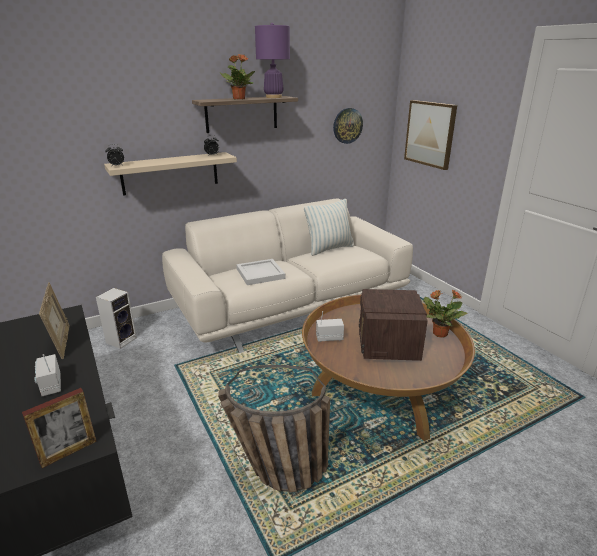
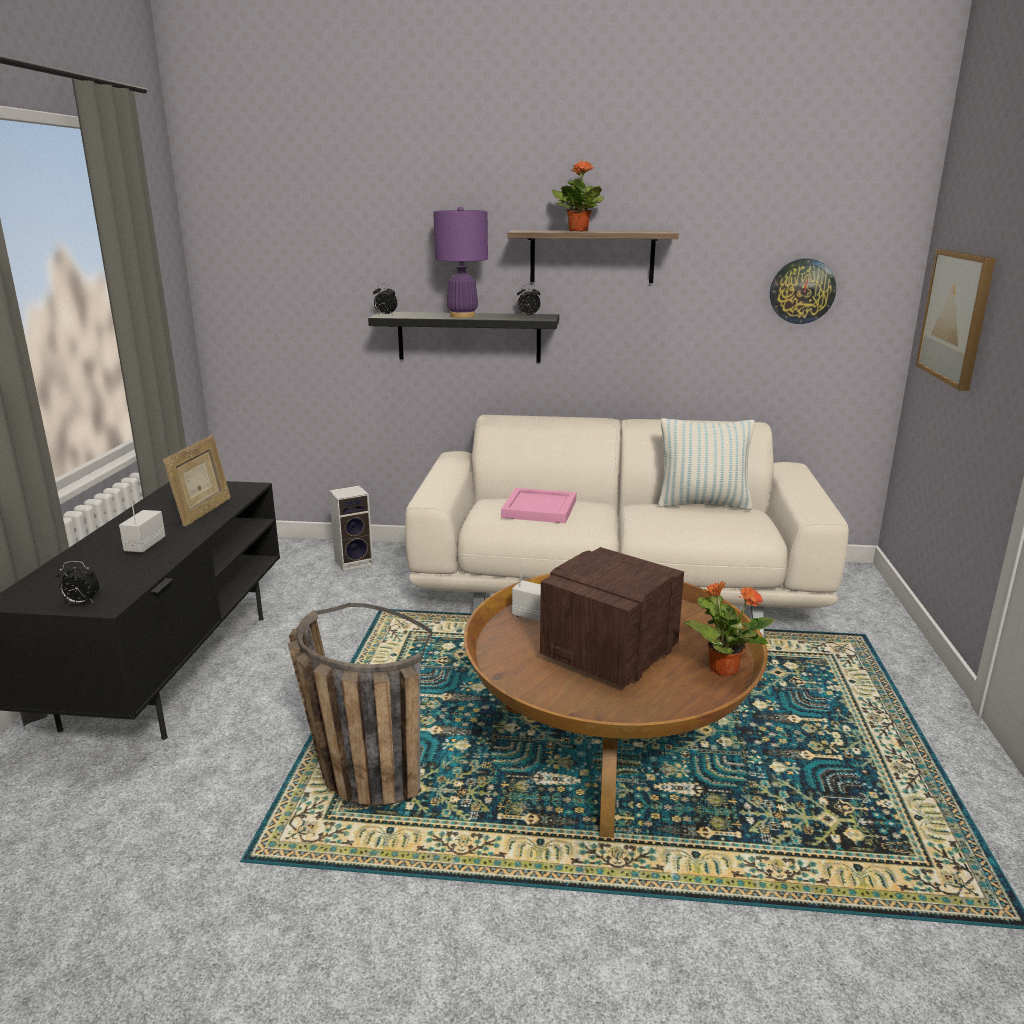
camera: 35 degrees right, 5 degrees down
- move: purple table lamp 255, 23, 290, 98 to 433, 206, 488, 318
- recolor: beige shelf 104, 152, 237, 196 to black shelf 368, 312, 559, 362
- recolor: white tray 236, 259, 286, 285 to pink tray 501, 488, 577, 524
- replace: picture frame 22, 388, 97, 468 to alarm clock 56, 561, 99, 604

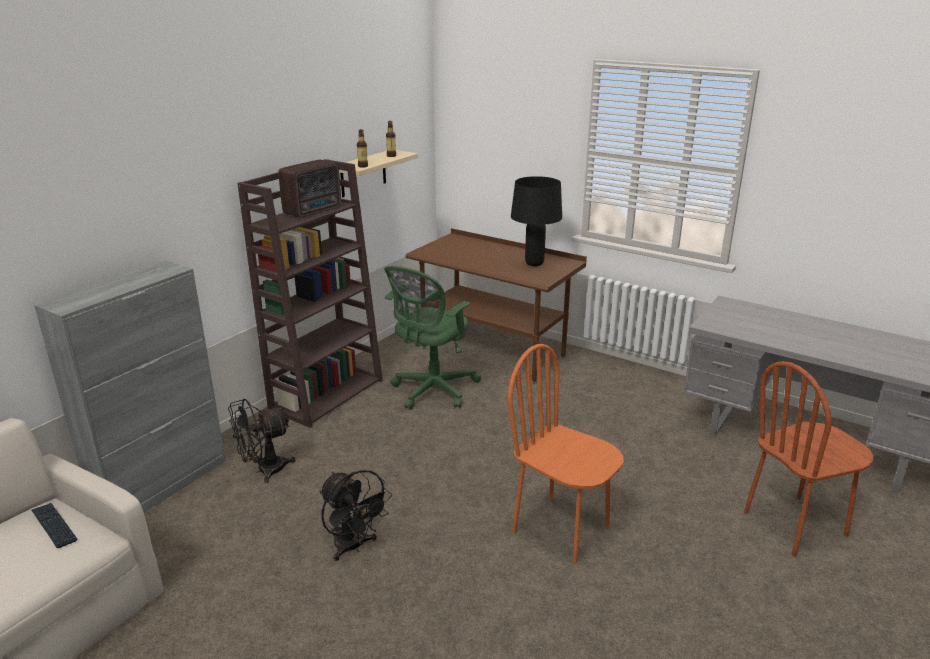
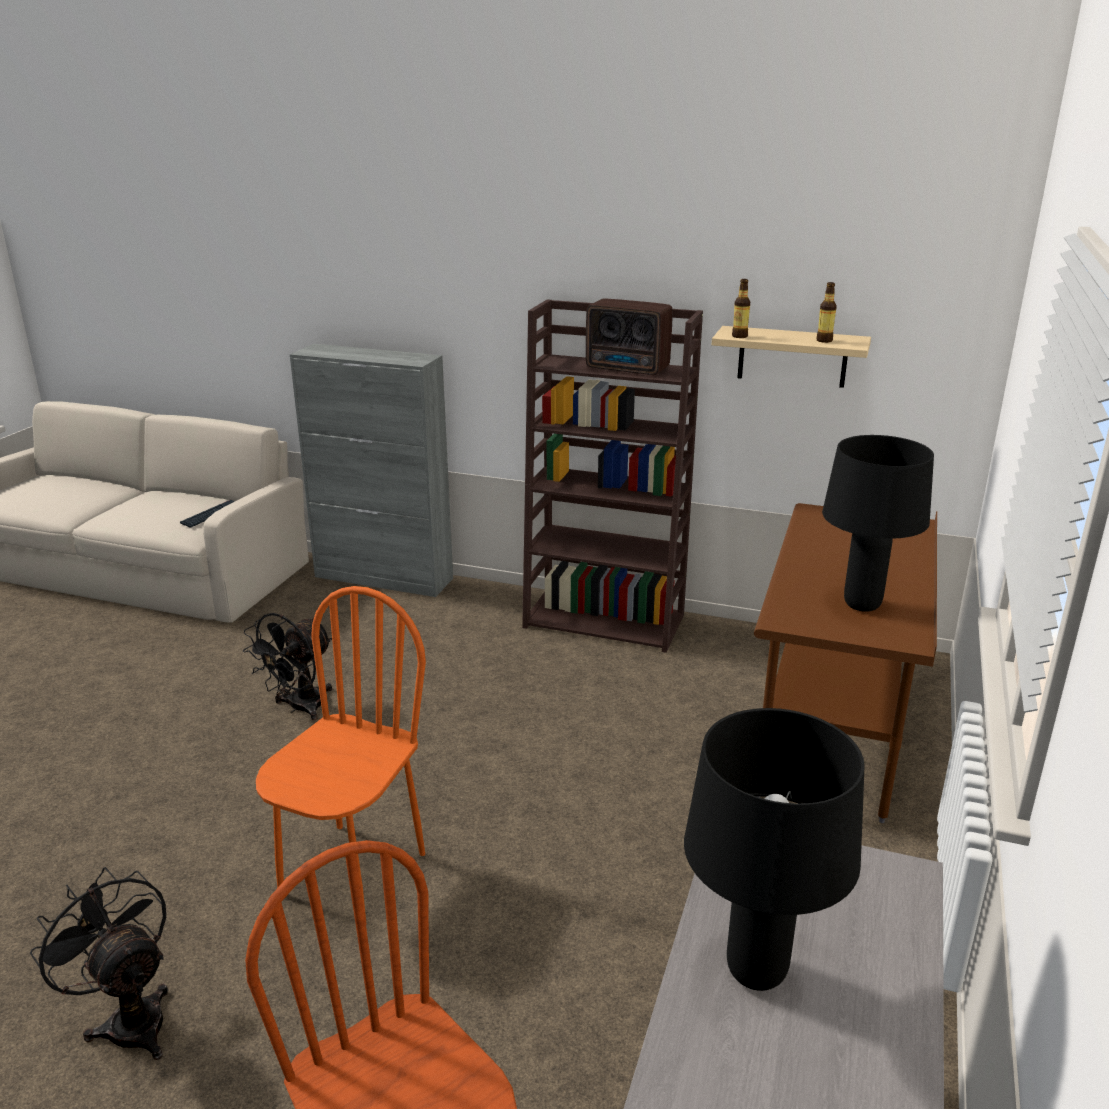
camera: 75 degrees right, 0 degrees up
- delete: green office chair 384, 266, 481, 409
- move: black fan 228, 399, 296, 483 to 30, 867, 168, 1060
- insert: black table lamp 684, 708, 865, 991

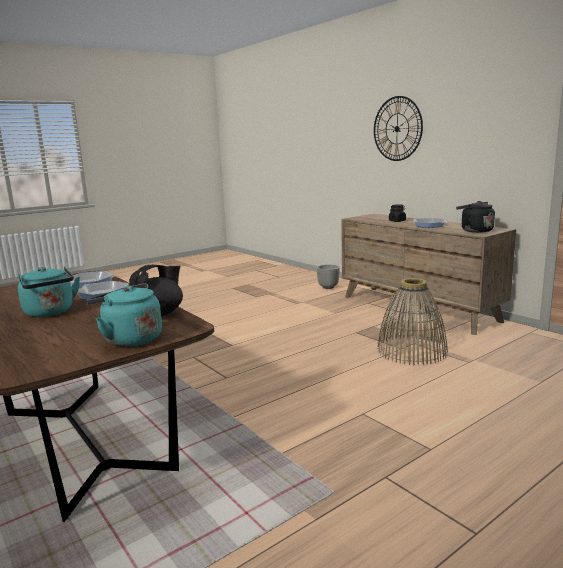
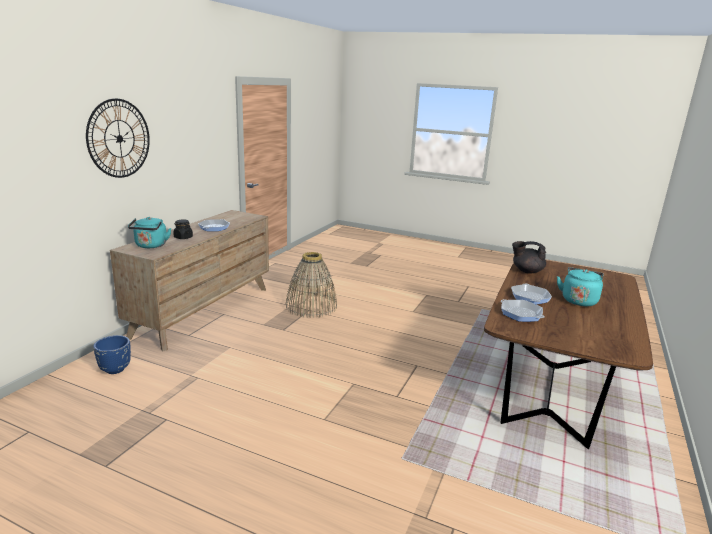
camera: 120 degrees left, 5 degrees up
- delete: black kettle 456, 201, 495, 233
- recolor: grey planter 317, 265, 340, 289 to blue planter 93, 335, 131, 374
- move: turquoise kettle 87, 283, 162, 347 to 128, 217, 172, 248

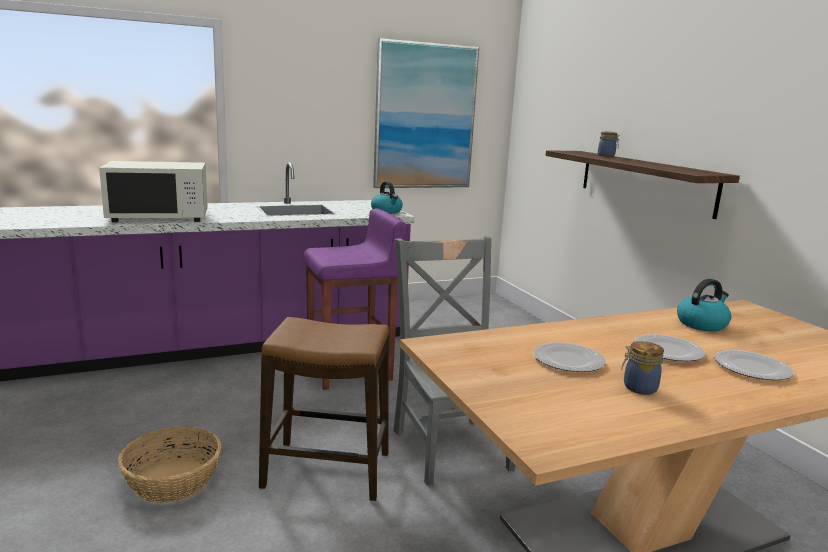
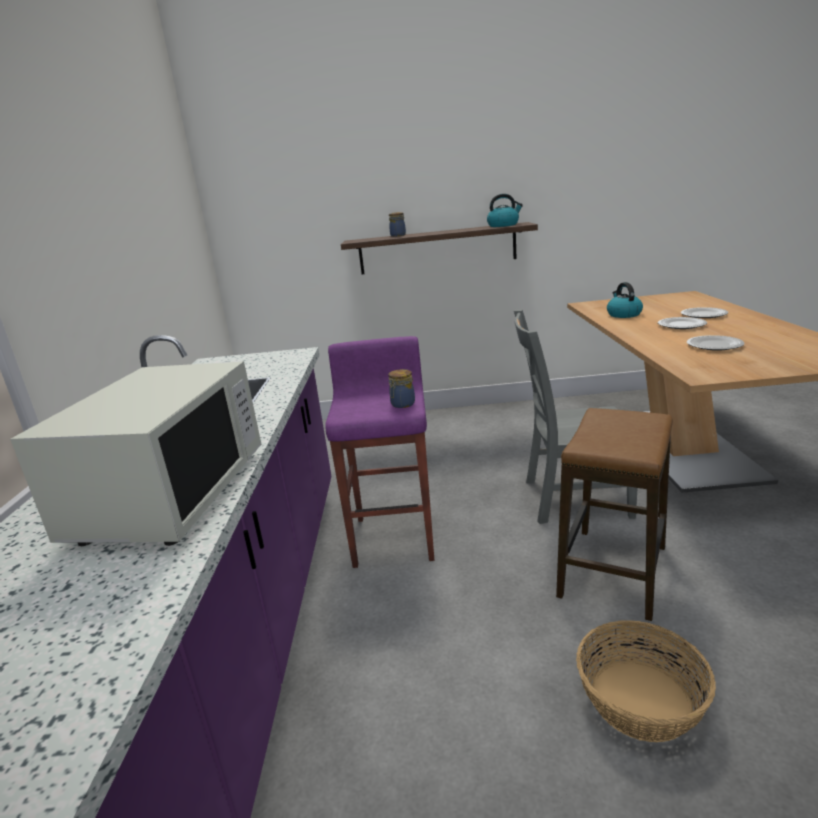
camera: 65 degrees left, 5 degrees up
- delete: picture 373, 38, 479, 188
- move: kettle 371, 181, 403, 214 to 487, 194, 523, 227
- move: jar 621, 341, 664, 395 to 388, 369, 415, 408

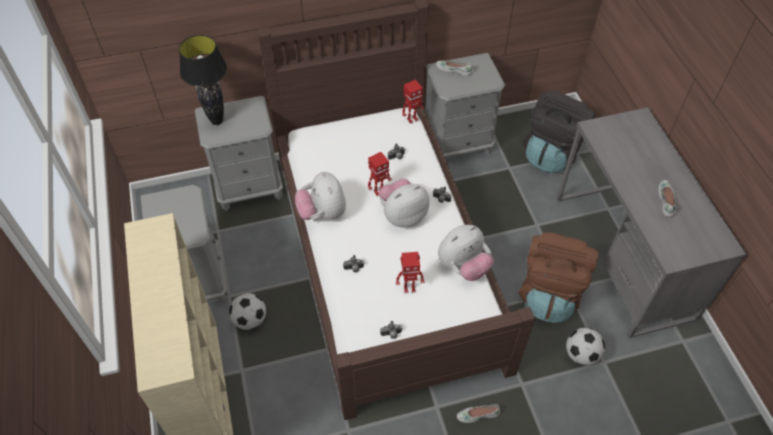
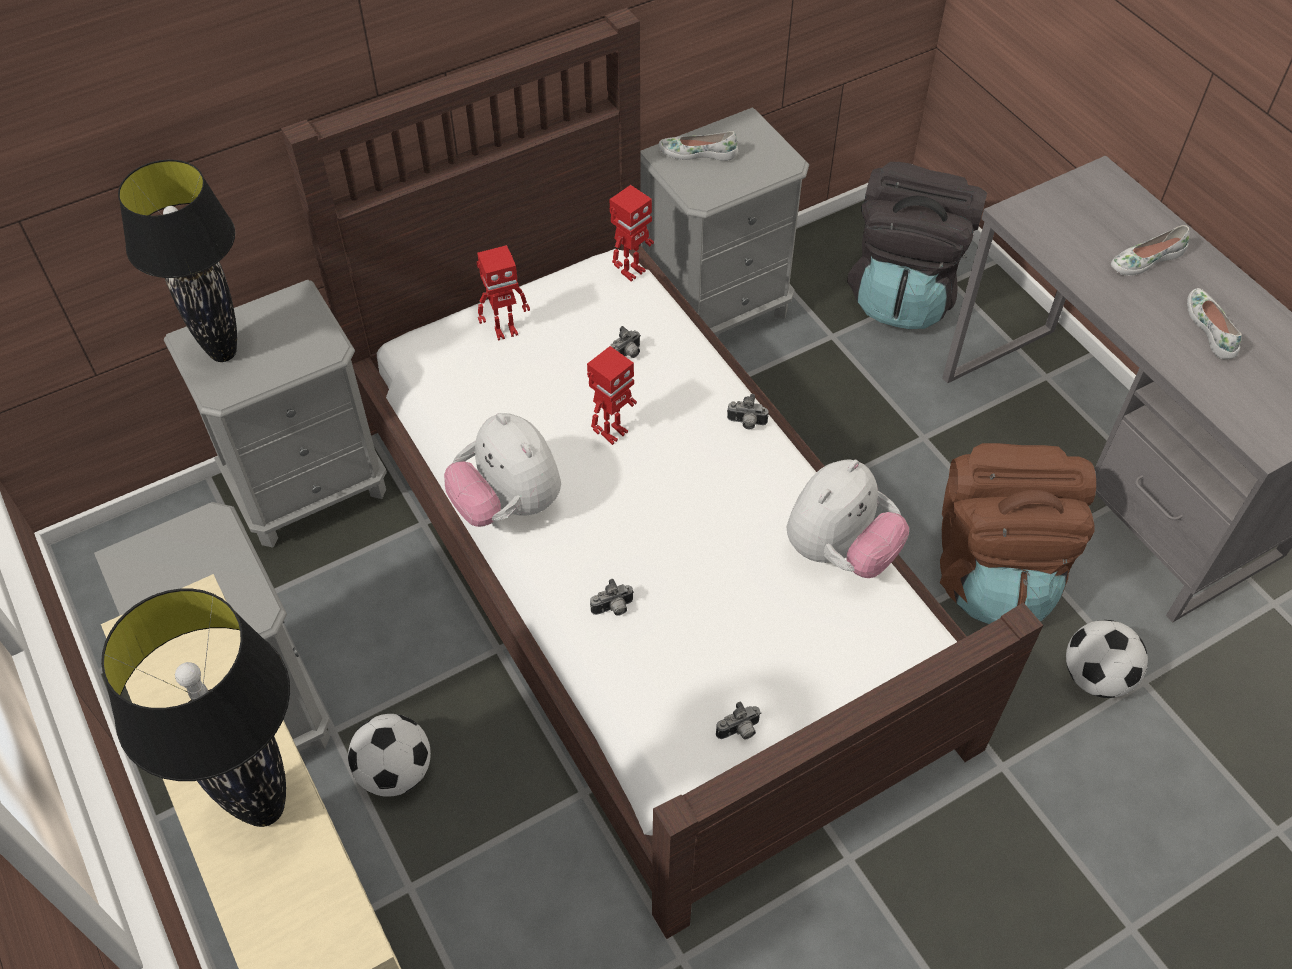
camera: 15 degrees left, 0 degrees up
- delete: plush toy 379, 178, 430, 228
- move: toy robot 396, 252, 424, 293 to 477, 245, 530, 341
- move: white shoe 457, 404, 500, 423 to 1111, 225, 1190, 276
- insert: black table lamp 101, 588, 290, 827

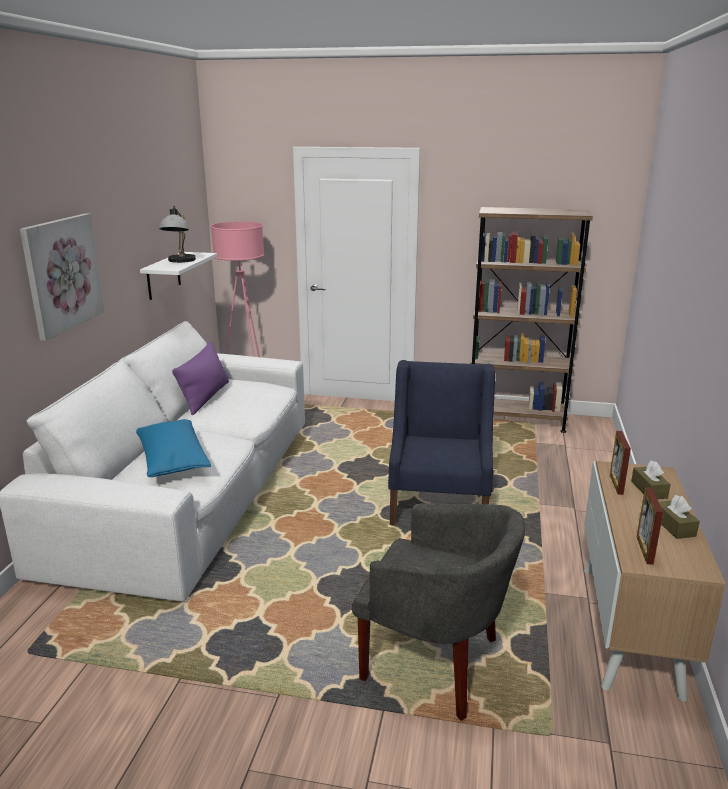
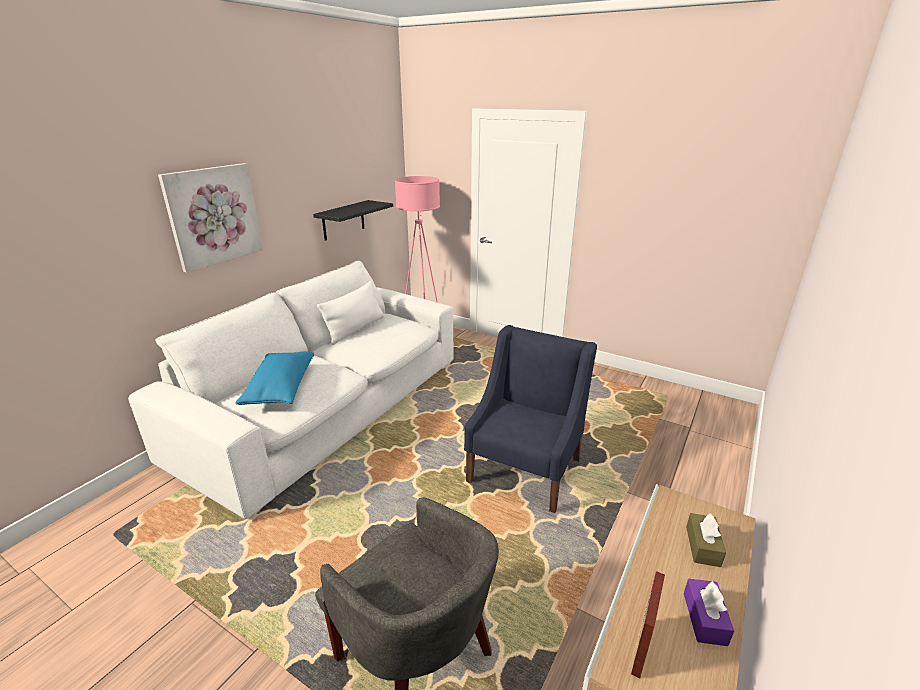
camera: 20 degrees right, 5 degrees up
- delete: table lamp 159, 206, 196, 263
- delete: brown bookcase 470, 207, 593, 433
- recolor: white shelf 140, 252, 217, 300 to black shelf 313, 200, 393, 241
- recolor: purple pillow 172, 341, 229, 415 to white pillow 317, 281, 384, 345
- delete: picture frame 610, 431, 631, 495
- recolor: brown tissue box 659, 495, 700, 539 to purple tissue box 684, 579, 734, 646

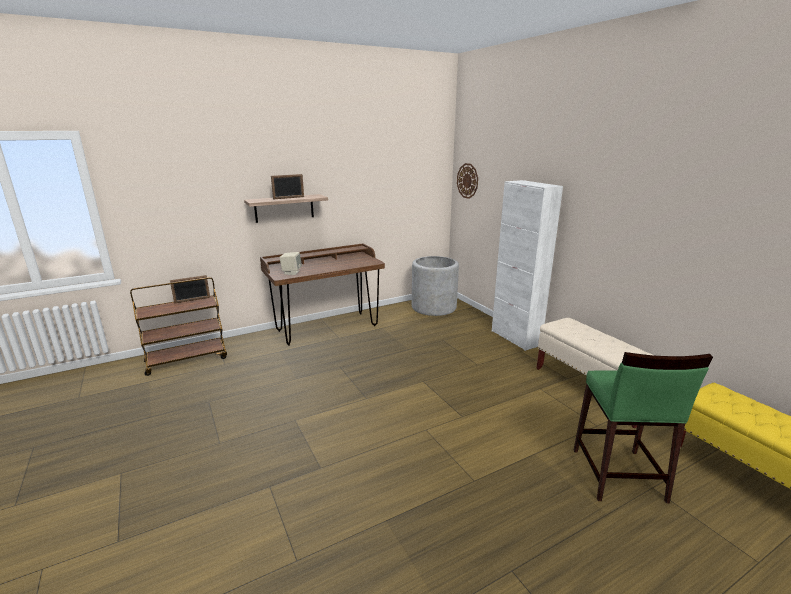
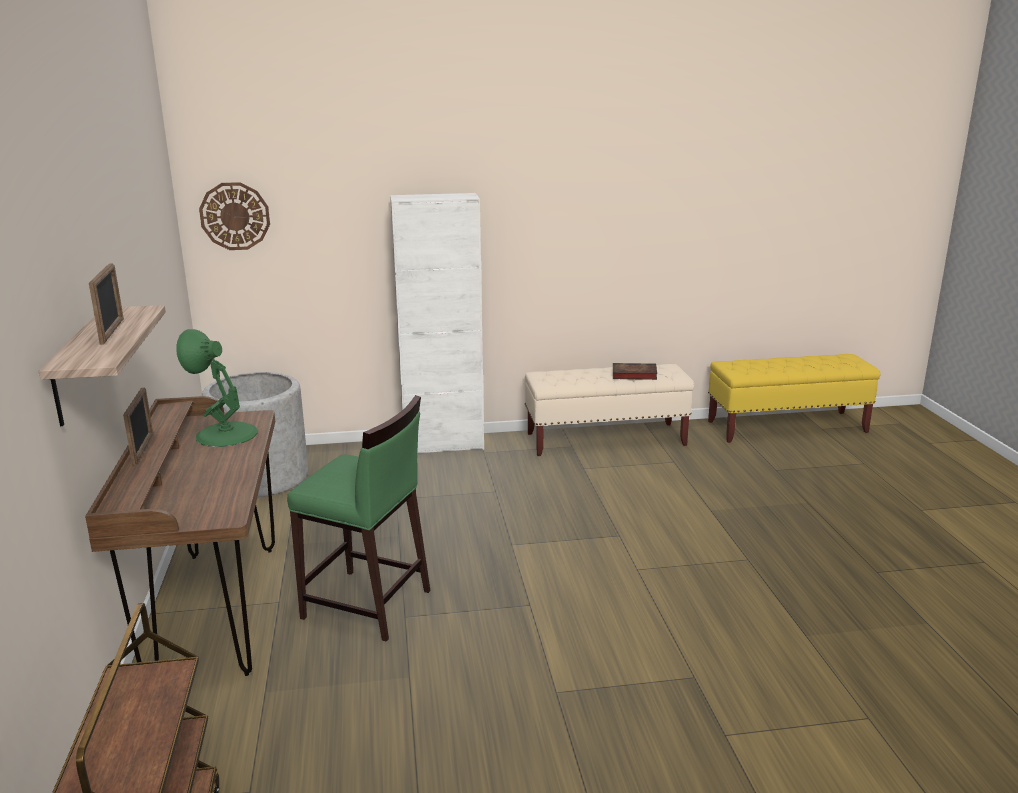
camera: 70 degrees left, 0 degrees up
- delete: beige speaker 279, 252, 302, 275
- move: picture frame 170, 275, 210, 304 to 123, 387, 153, 466
- move: green stool 574, 352, 713, 503 to 287, 395, 430, 642
- insert: green table lamp 176, 329, 258, 447
- insert: book 613, 363, 657, 380

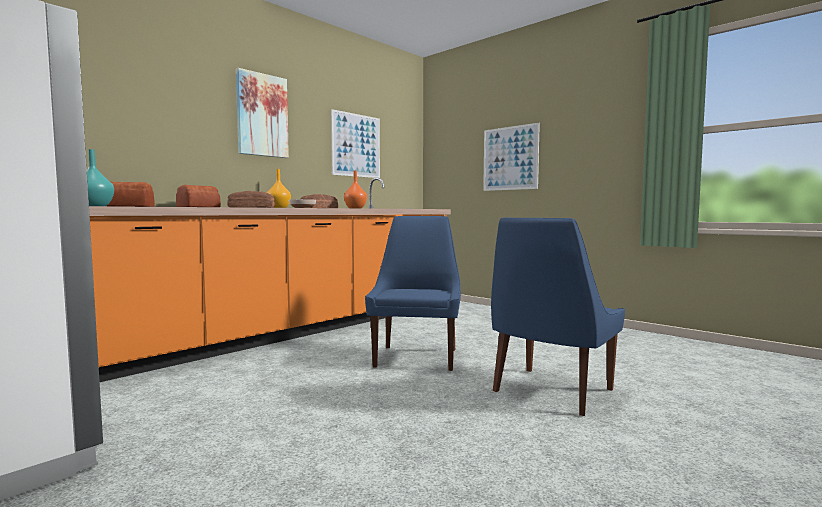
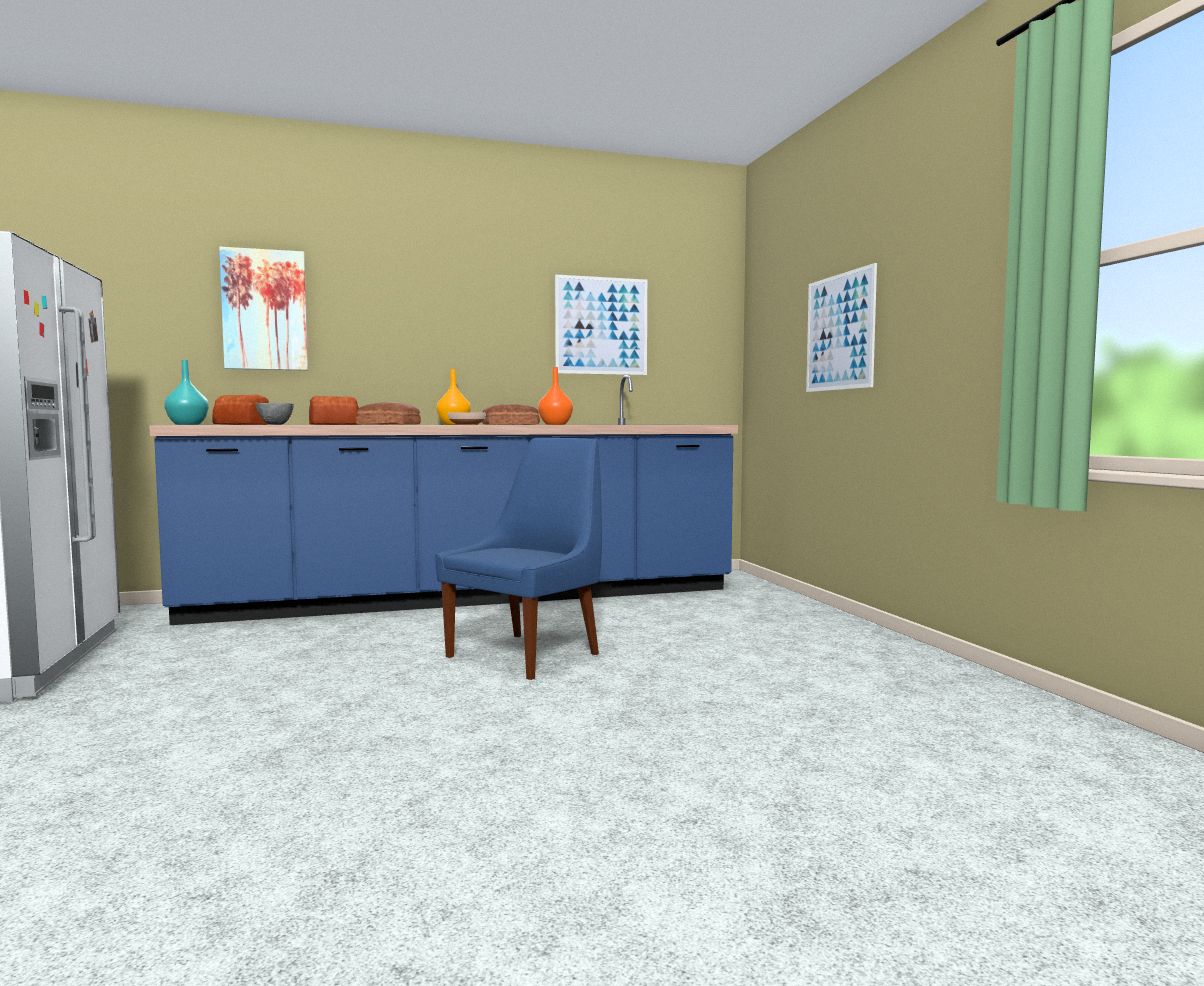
camera: 30 degrees right, 0 degrees up
- move: picture 236, 68, 289, 158 to 219, 247, 308, 371
- recolor: orange counter 89, 178, 451, 382 to blue counter 149, 375, 738, 625
- delete: blue chair 491, 218, 625, 416
- insert: grey bowl 256, 403, 294, 425

